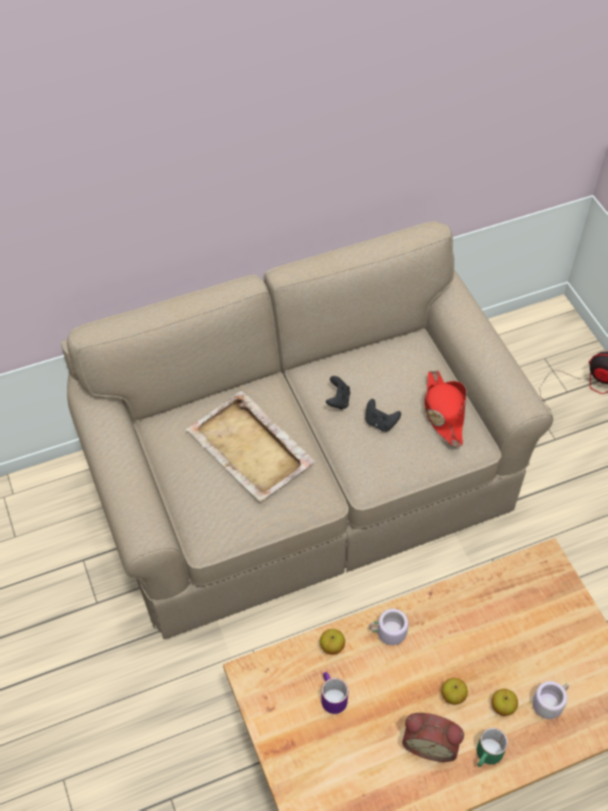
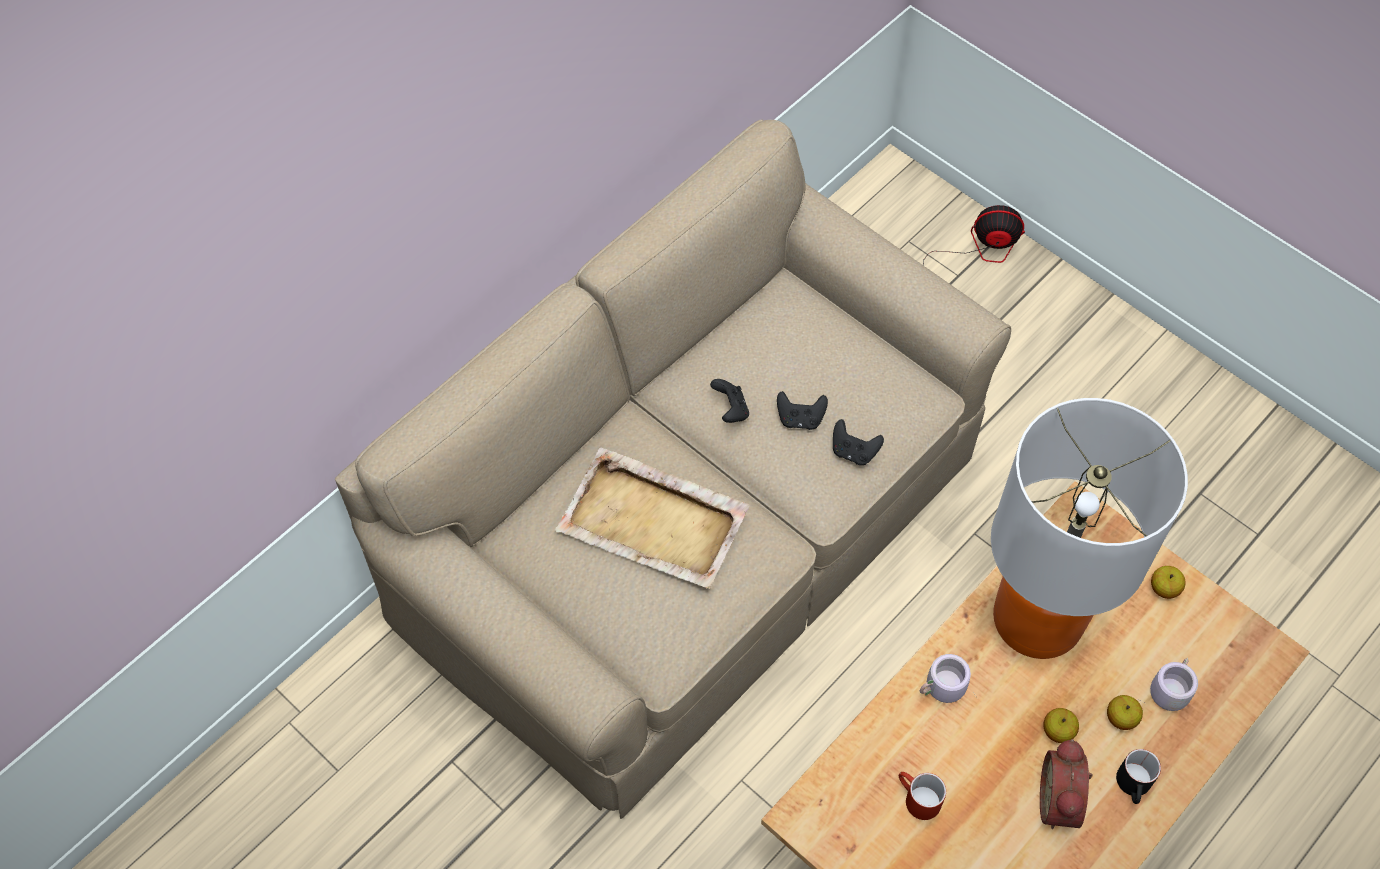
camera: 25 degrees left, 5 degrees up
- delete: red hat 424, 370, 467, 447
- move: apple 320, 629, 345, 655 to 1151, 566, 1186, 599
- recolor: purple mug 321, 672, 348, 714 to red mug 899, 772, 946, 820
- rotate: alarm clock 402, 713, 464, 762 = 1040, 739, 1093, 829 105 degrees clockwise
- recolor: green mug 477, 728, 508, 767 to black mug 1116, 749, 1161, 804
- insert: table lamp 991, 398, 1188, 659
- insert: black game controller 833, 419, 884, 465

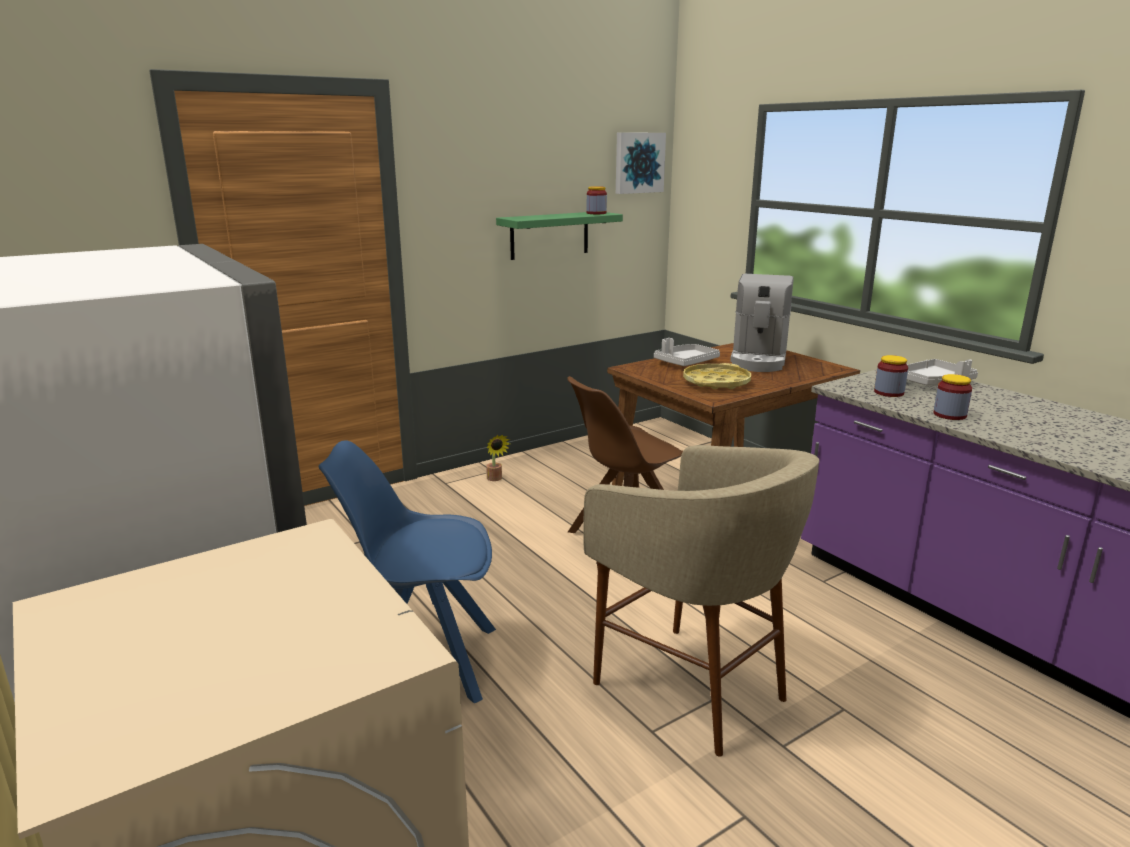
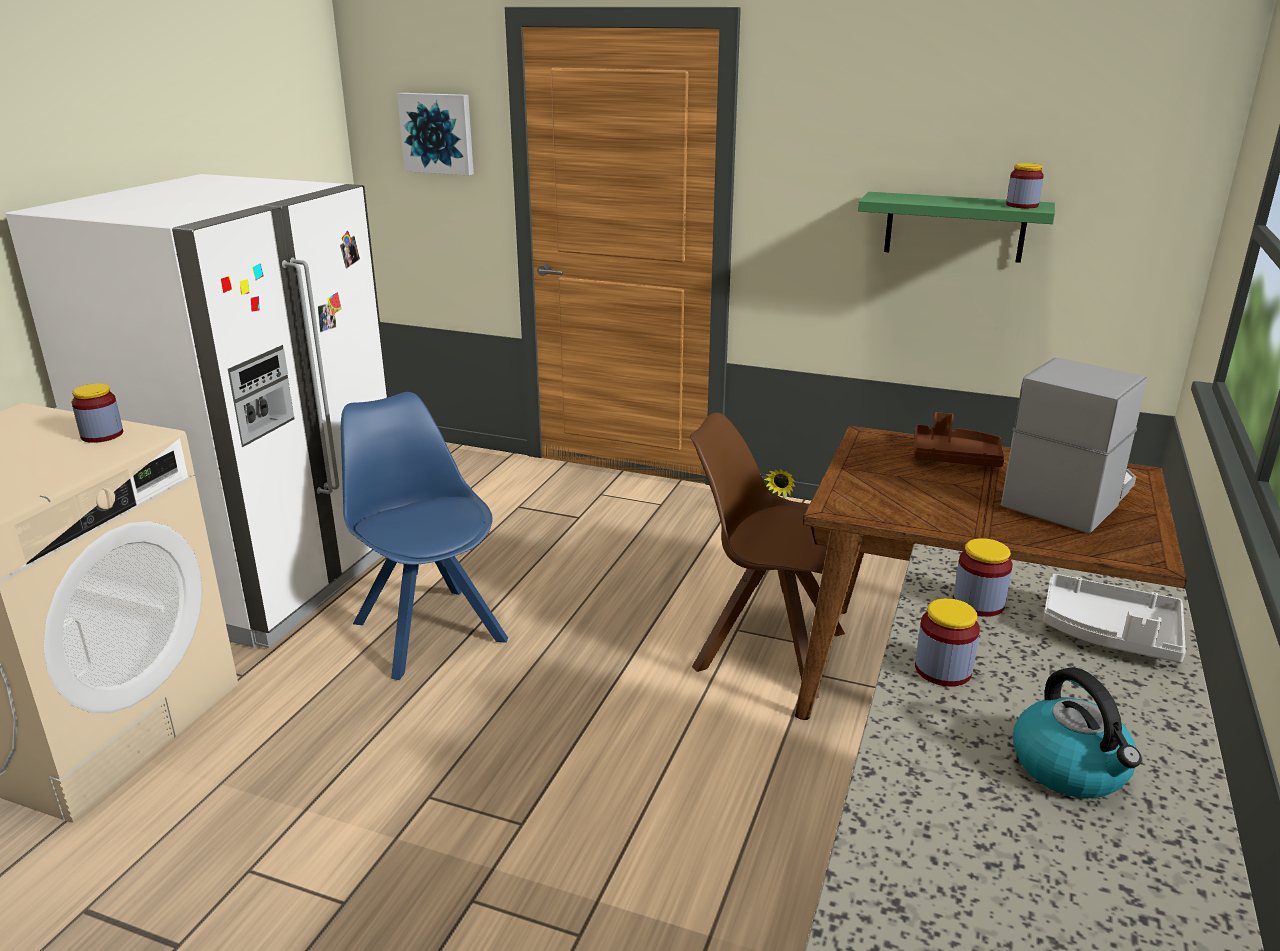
camera: 55 degrees right, 5 degrees up
- move: picture 616, 132, 666, 194 to 397, 93, 474, 175
- rotate: coffee machine 730, 274, 793, 372 = 1001, 358, 1147, 534 150 degrees clockwise
- recolor: grey tray 654, 338, 720, 366 to brown tray 914, 412, 1004, 467
- delete: yellow tray 683, 363, 751, 389
- delete: beige stool 583, 445, 819, 757
- insert: jar 71, 384, 123, 443
- insert: kettle 1013, 667, 1142, 798

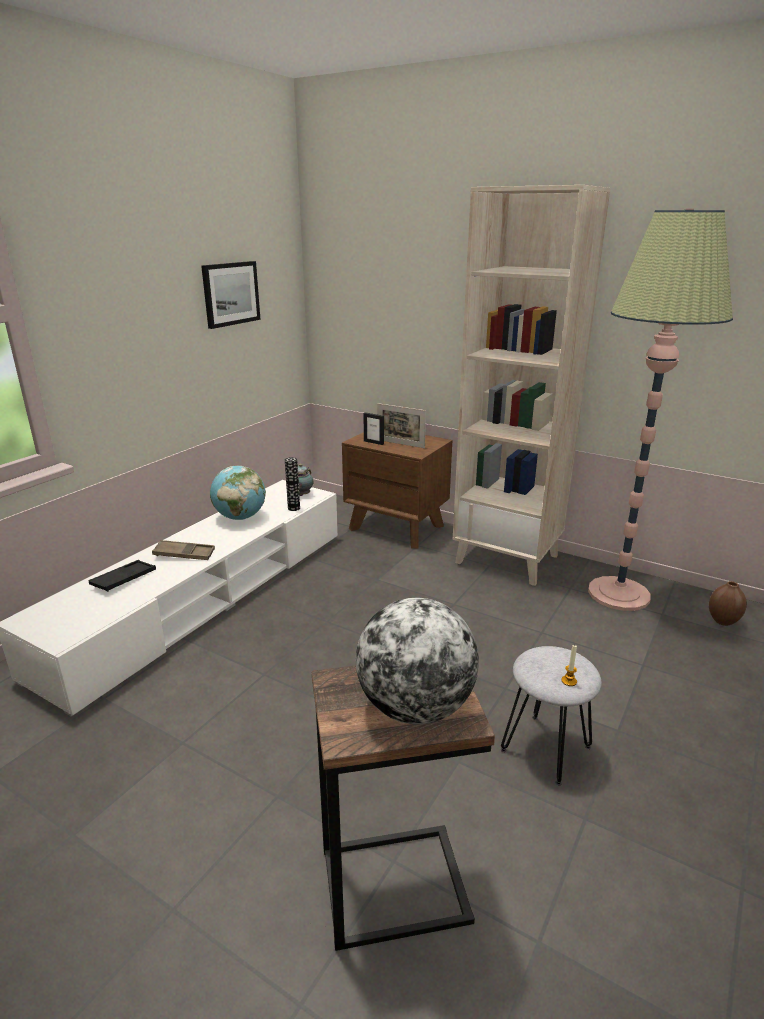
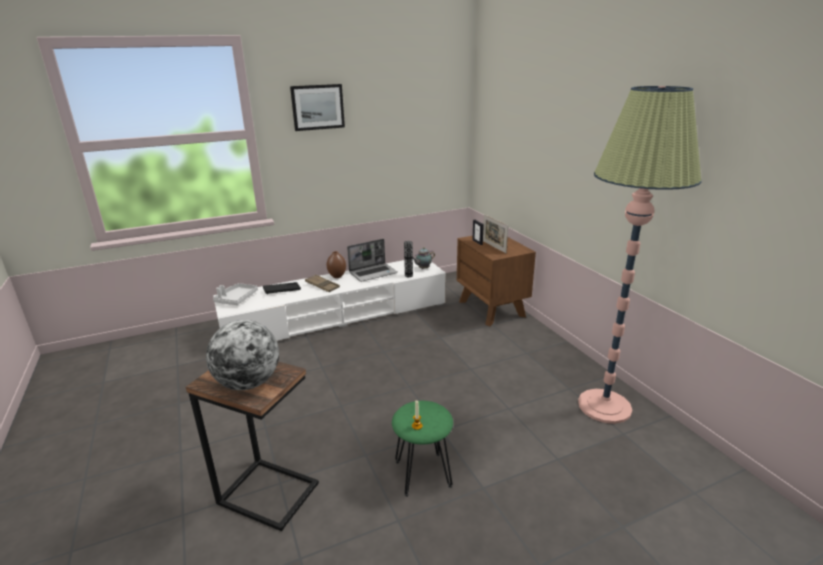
camera: 35 degrees right, 0 degrees up
- delete: beige bookcase 453, 185, 611, 586
- move: picture 201, 261, 261, 329 to 290, 84, 345, 131
- replace: globe 210, 466, 266, 520 to laptop 347, 239, 398, 282
- move: brown vase 709, 581, 747, 626 to 327, 251, 346, 278
- recolor: grey stool 501, 646, 602, 785 to green stool 392, 401, 453, 497
- insert: grey tray 213, 283, 258, 305

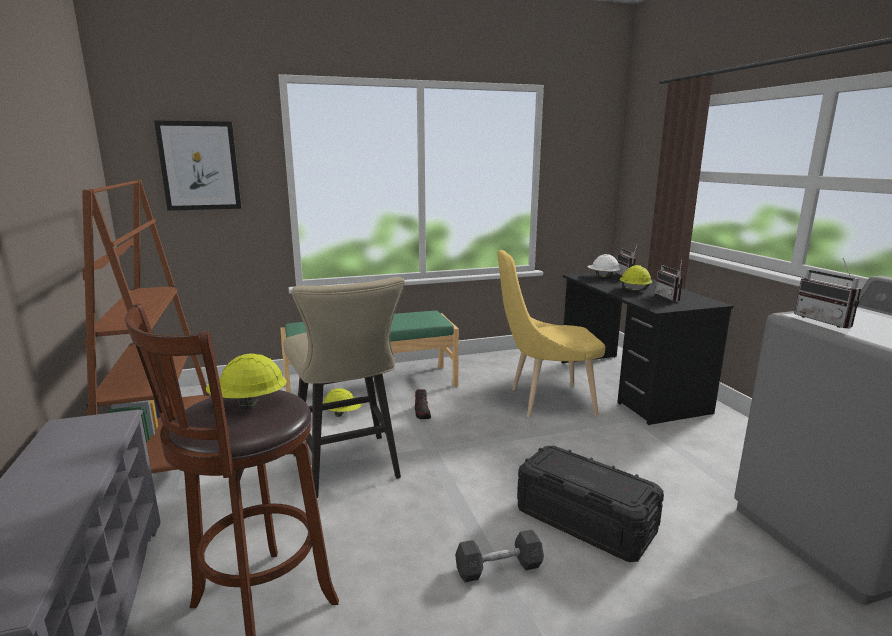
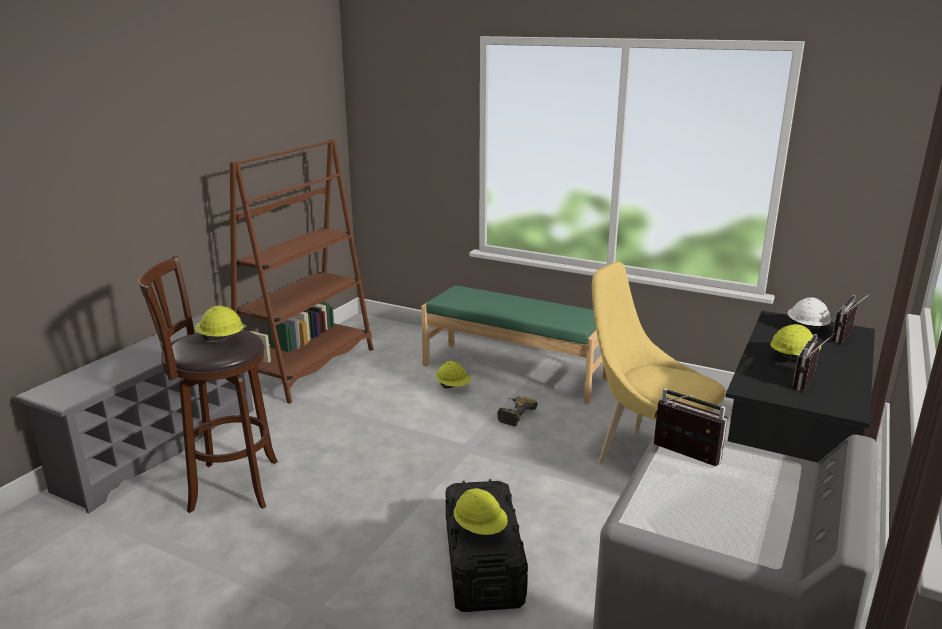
camera: 45 degrees right, 5 degrees up
- delete: picture 154, 120, 241, 211
- rotate: radio 794, 258, 861, 329 = 654, 388, 728, 466 105 degrees clockwise
- delete: beige stool 284, 277, 405, 498
- replace: shoe 415, 389, 431, 419 to power drill 497, 396, 538, 426
- delete: grey dumbbell 455, 530, 544, 582
- insert: yellow hard hat 454, 488, 508, 535

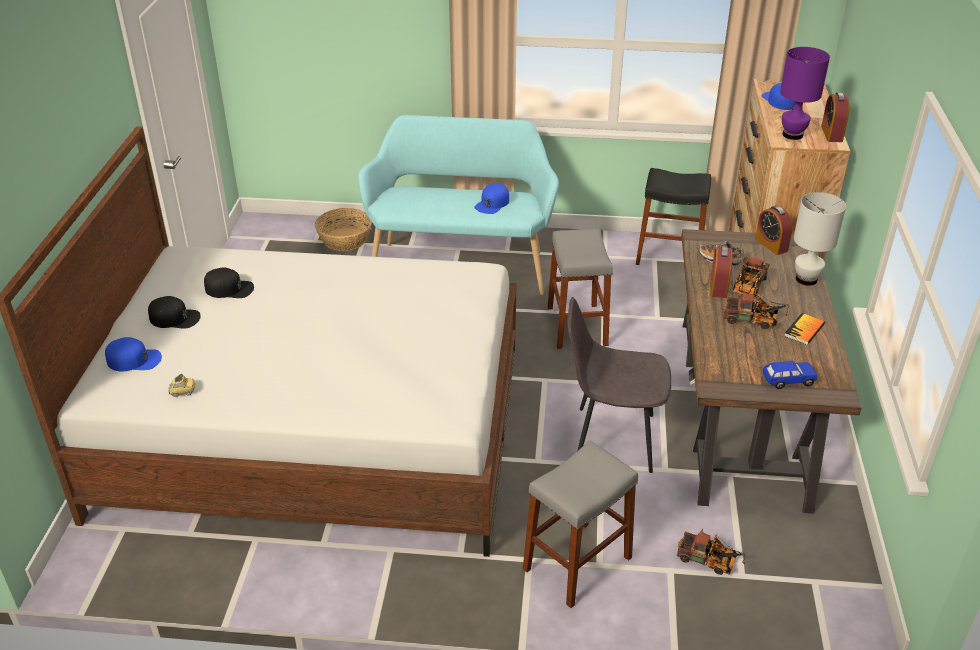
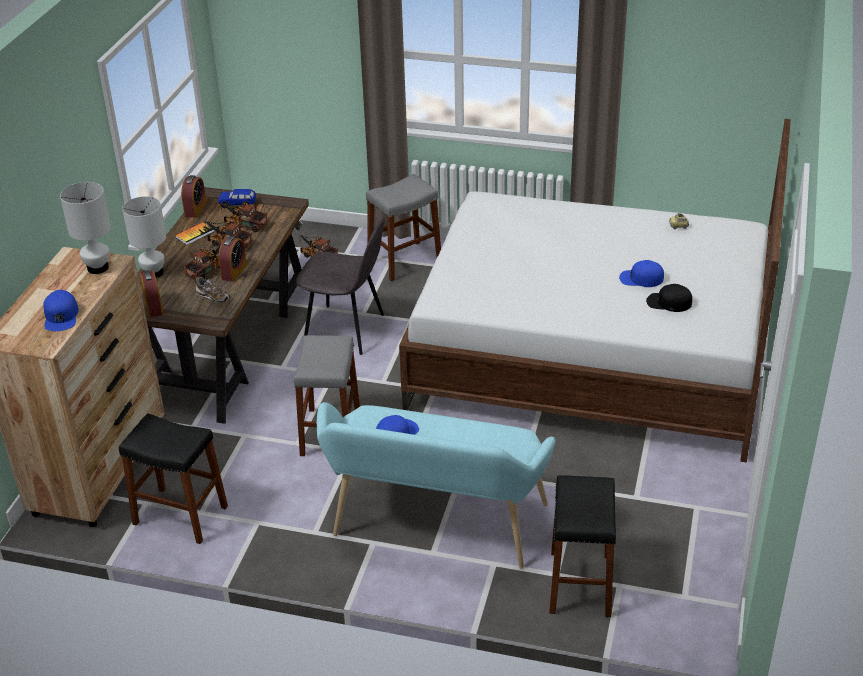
camera: 170 degrees left, 0 degrees up
- recolor: purple table lamp 780, 47, 830, 140 to white table lamp 60, 182, 111, 274
- move: alarm clock 821, 92, 849, 142 to 181, 175, 207, 218
- replace: basket 315, 208, 372, 251 to black stool 549, 475, 616, 617
- delete: black cap 148, 296, 201, 328
- move: blue cap 105, 337, 162, 372 to 619, 260, 664, 287
- insert: toy truck 221, 202, 268, 232

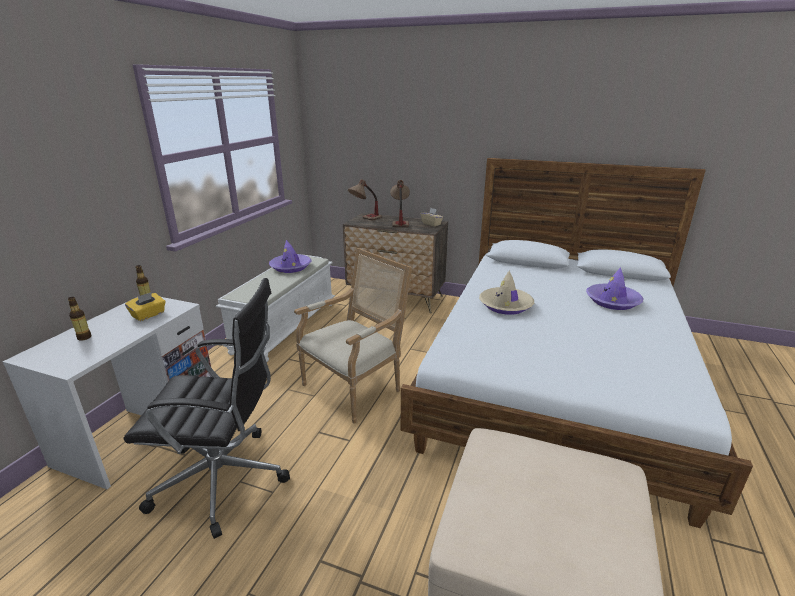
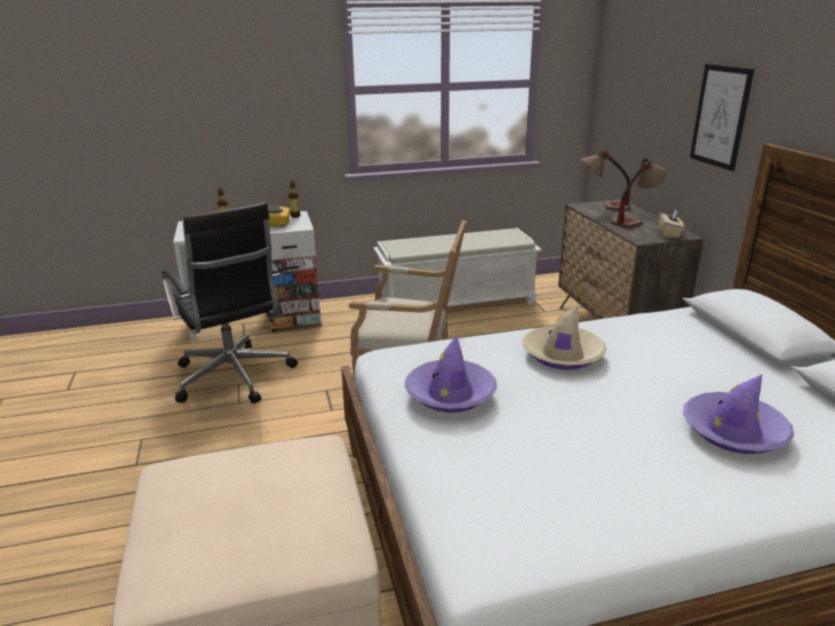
camera: 55 degrees right, 0 degrees up
- move: purple hat 269, 240, 311, 273 to 404, 335, 497, 413
- insert: picture 690, 64, 754, 171

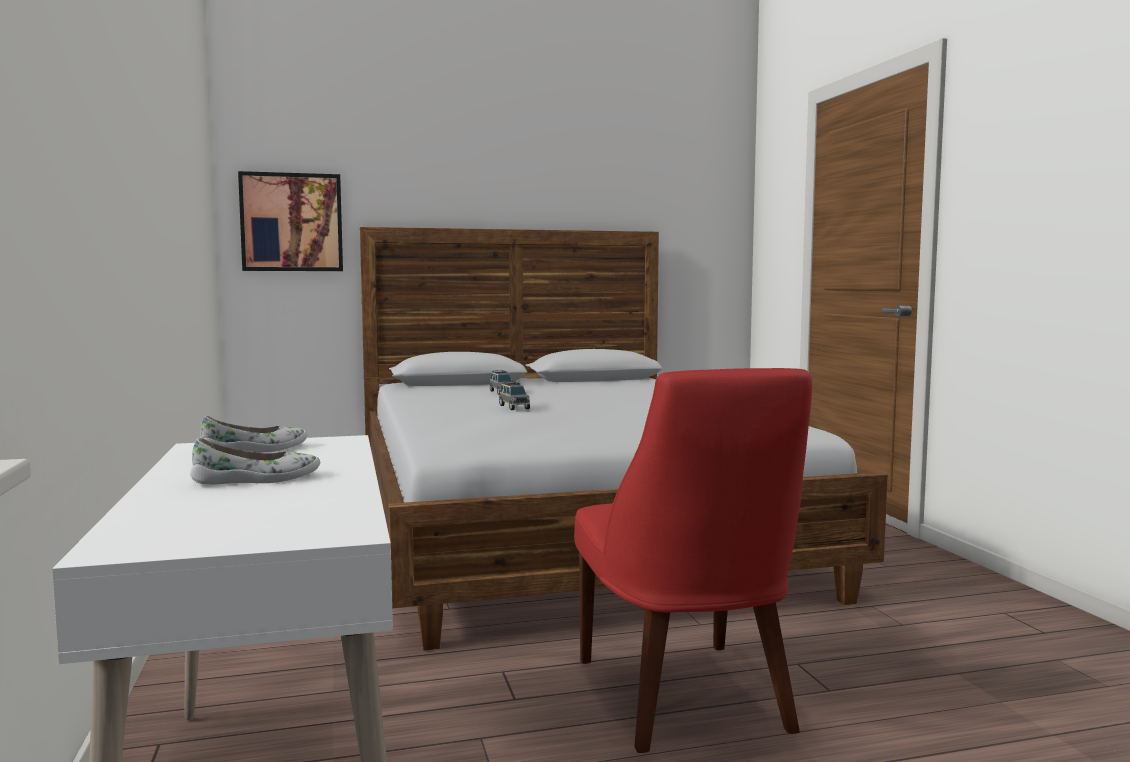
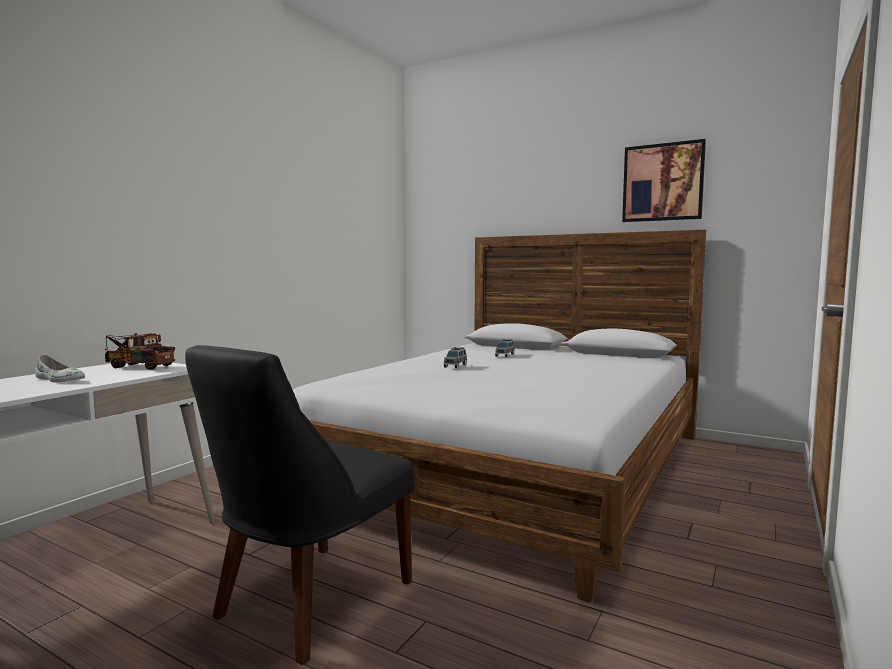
camera: 45 degrees right, 0 degrees up
- move: picture 238, 171, 343, 271 to 622, 139, 706, 222
- recolor: red chair 574, 368, 812, 753 to black chair 185, 345, 414, 665
- replace: white shoe 200, 416, 308, 452 to toy truck 105, 333, 175, 370

